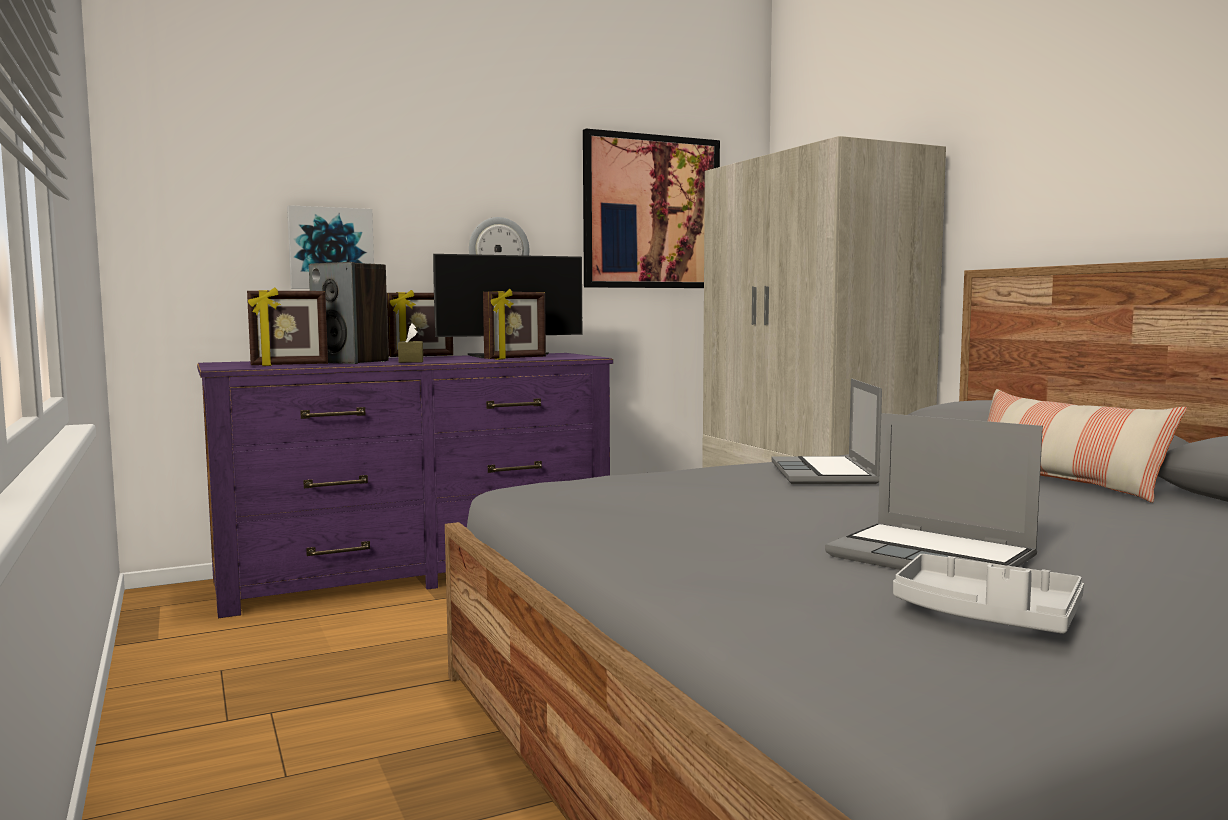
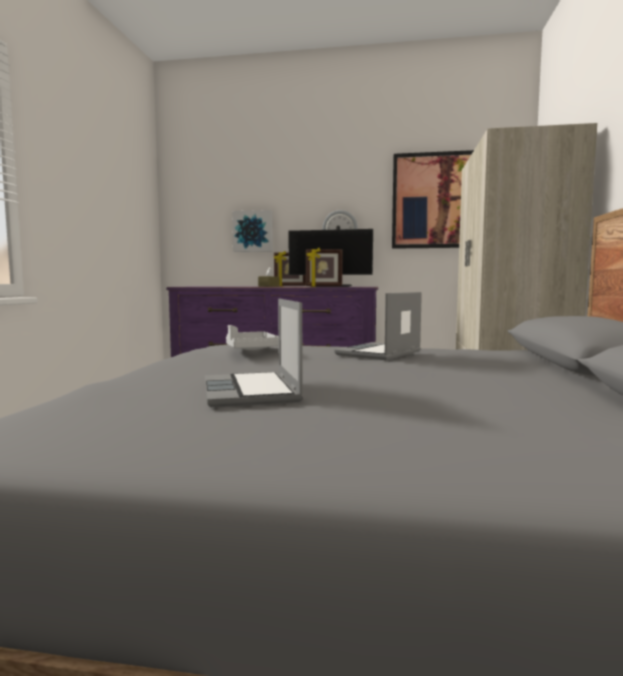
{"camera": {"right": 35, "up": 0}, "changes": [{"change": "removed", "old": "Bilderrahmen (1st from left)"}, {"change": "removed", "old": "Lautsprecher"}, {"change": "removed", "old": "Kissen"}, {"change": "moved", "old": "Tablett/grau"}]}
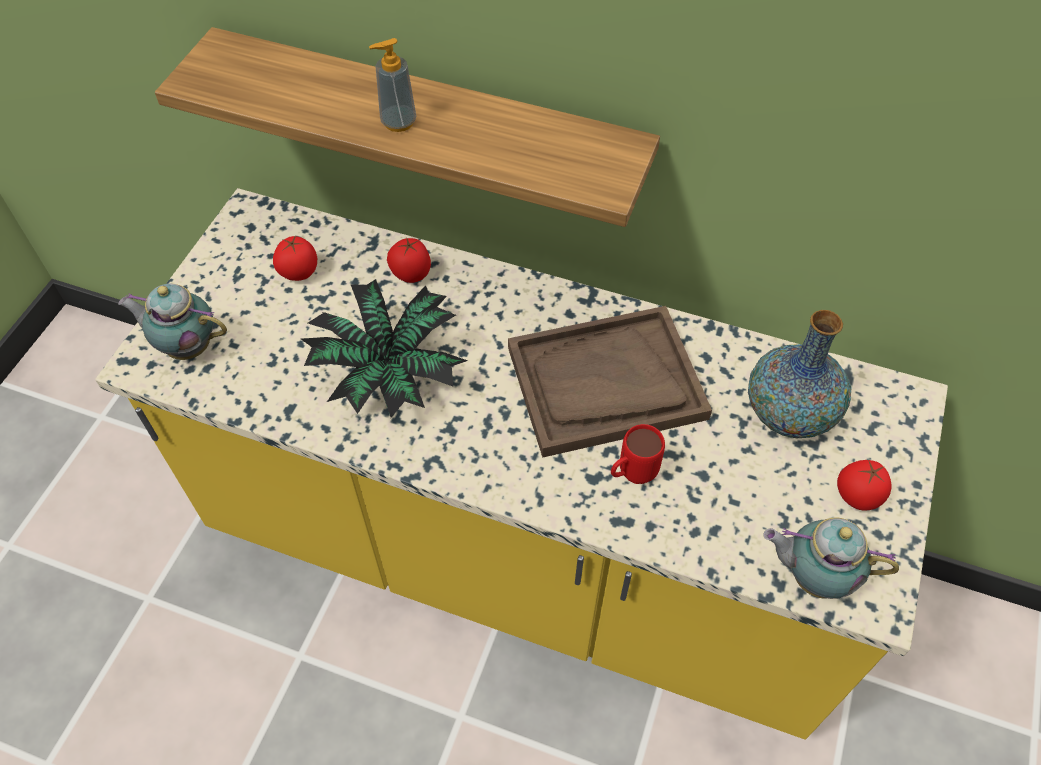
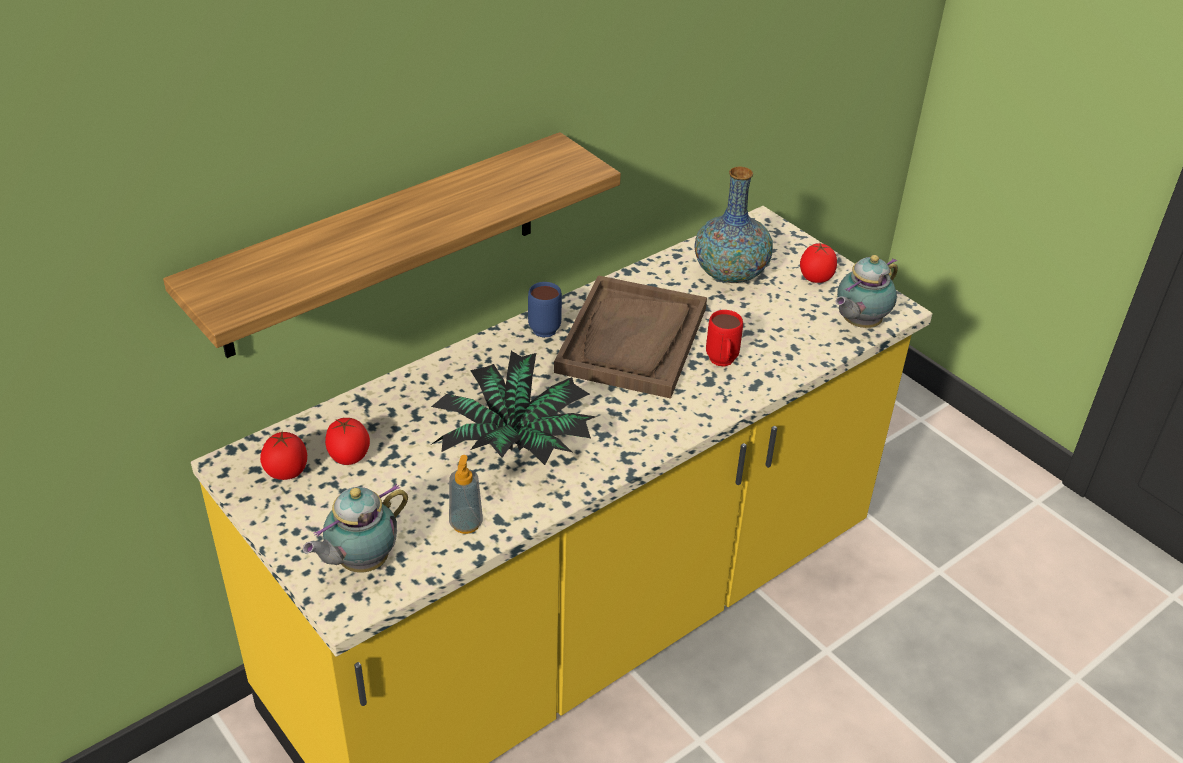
{"camera": {"right": -60, "up": -15}, "changes": [{"change": "added", "new": "Henkelbecher/blau"}, {"change": "moved", "old": "Seifenspender"}, {"change": "moved", "old": "Tomate (2nd from left in the first image)", "new": "Tomate (1st from left)"}]}
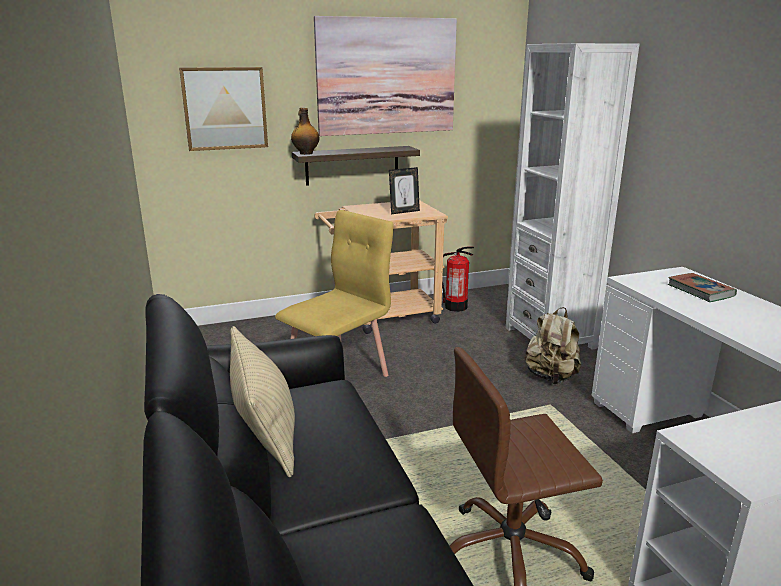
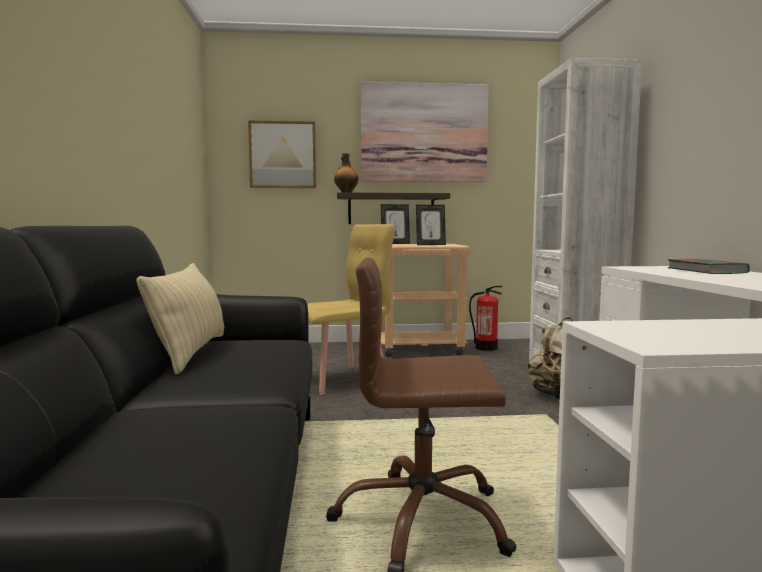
{"camera": {"right": 15, "up": -15}, "changes": [{"change": "added", "new": "Bilderrahmen (1st from left)"}]}
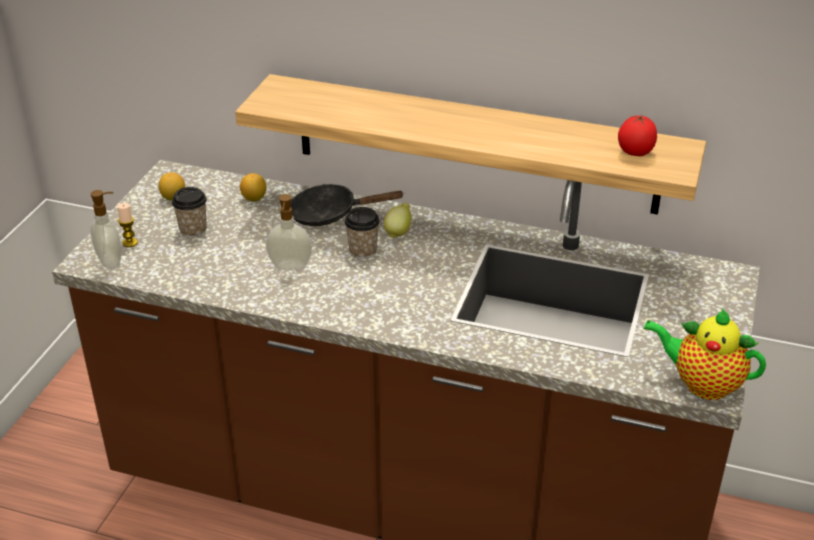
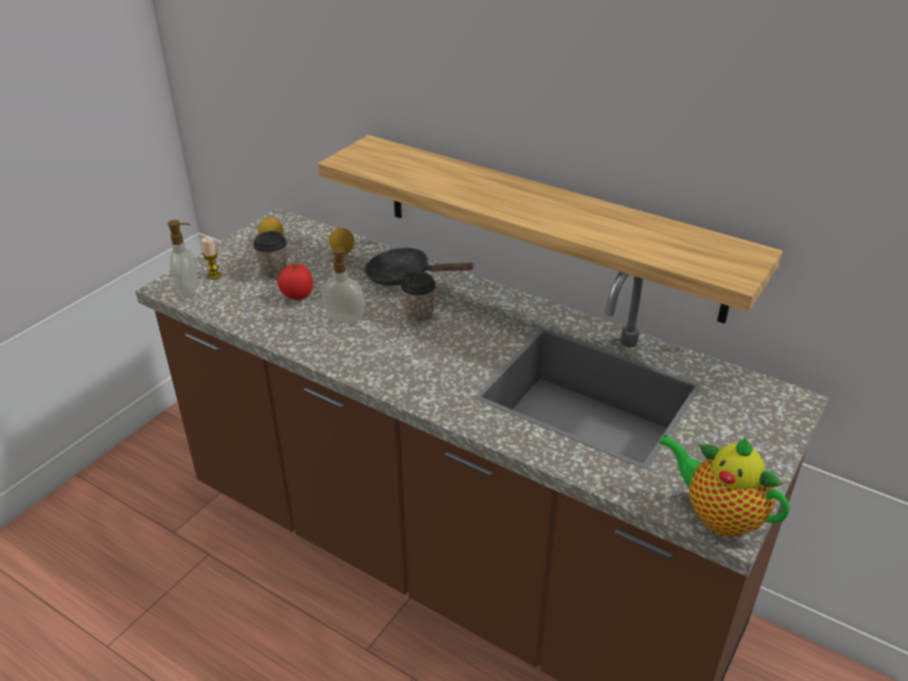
{"camera": {"right": 15, "up": 0}, "changes": [{"change": "removed", "old": "Zitrone (3rd from left)"}, {"change": "moved", "old": "Tomate"}]}
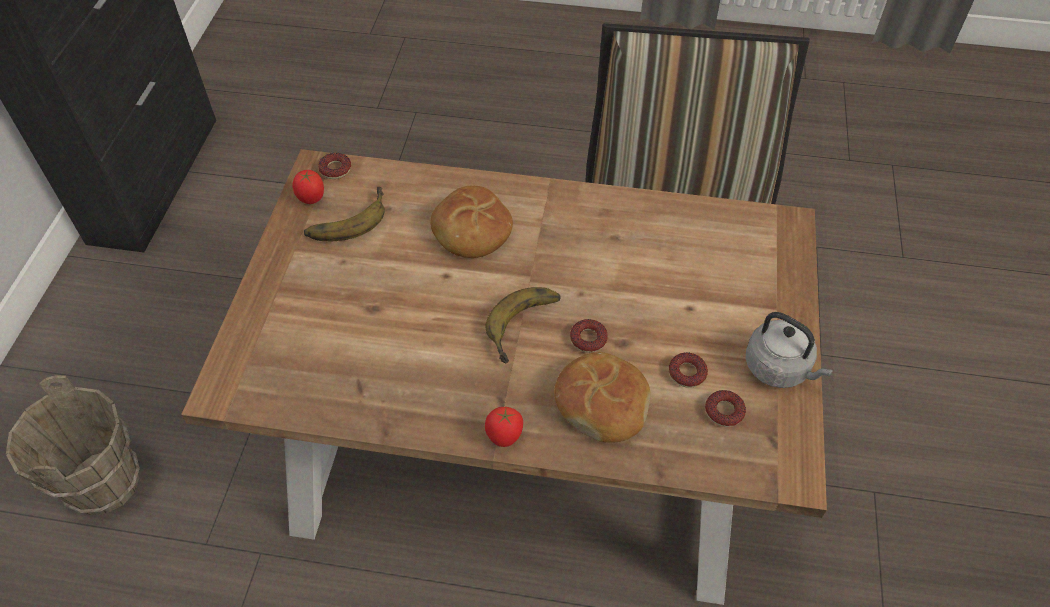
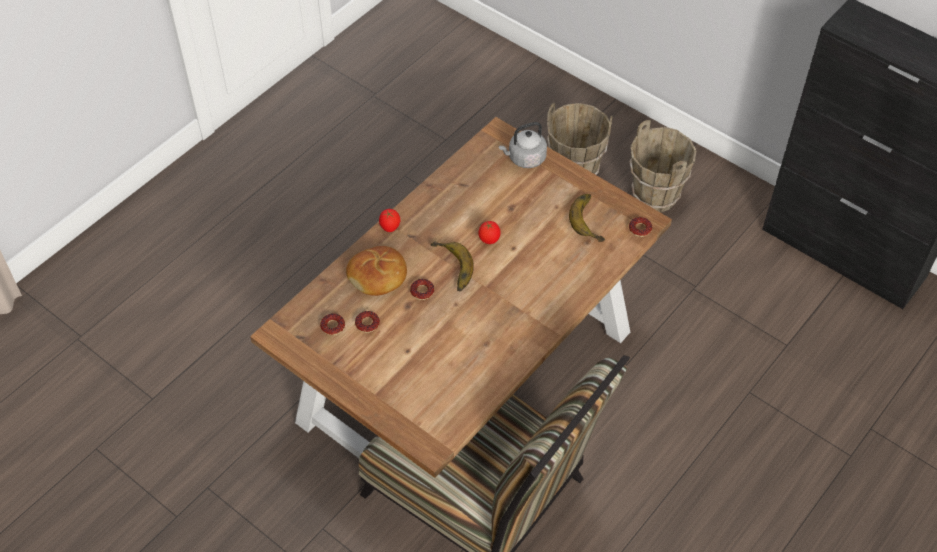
{"camera": {"right": 120, "up": 0}, "changes": [{"change": "removed", "old": "Brot (1st from left)"}, {"change": "added", "new": "Eimer/braun (2nd from left)"}, {"change": "moved", "old": "Tomate (1st from left in the first image)", "new": "Tomate (2nd from left)"}, {"change": "moved", "old": "Wasserkessel/grau"}]}
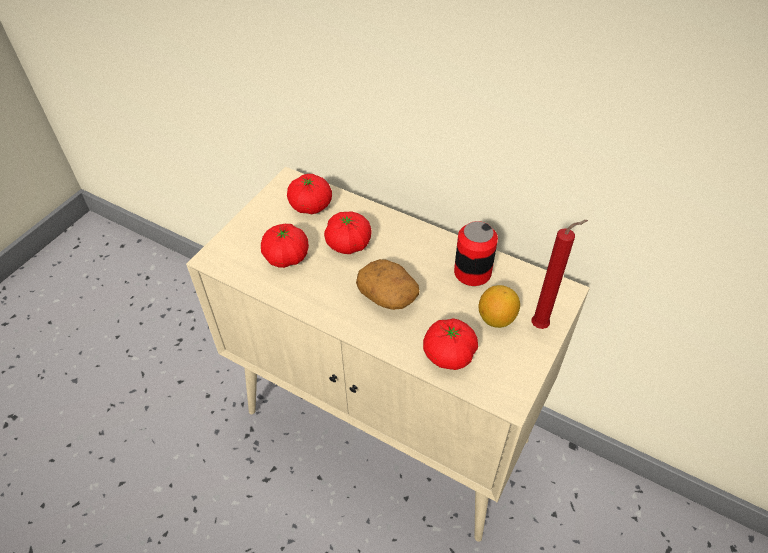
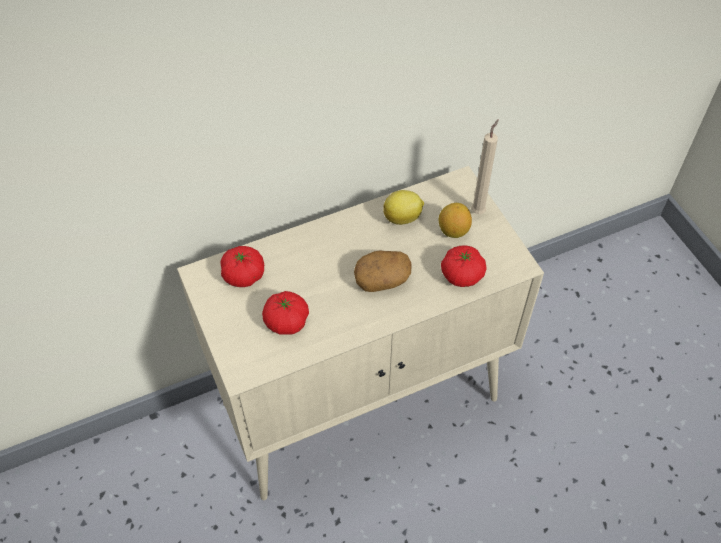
{"camera": {"right": -55, "up": 5}, "changes": [{"change": "removed", "old": "Tomate (3rd from left)"}, {"change": "replaced", "old": "Dose", "new": "Zitrone (1st from left)"}, {"change": "recoloured", "old": "Kerze/rot", "new": "Kerze/beige"}]}
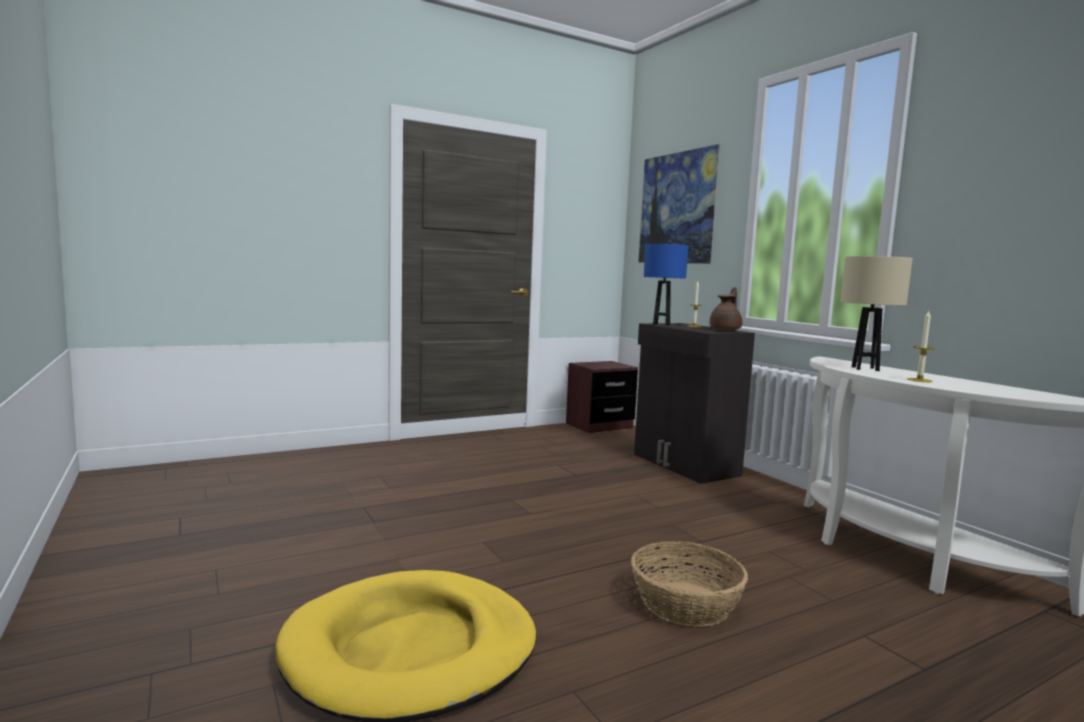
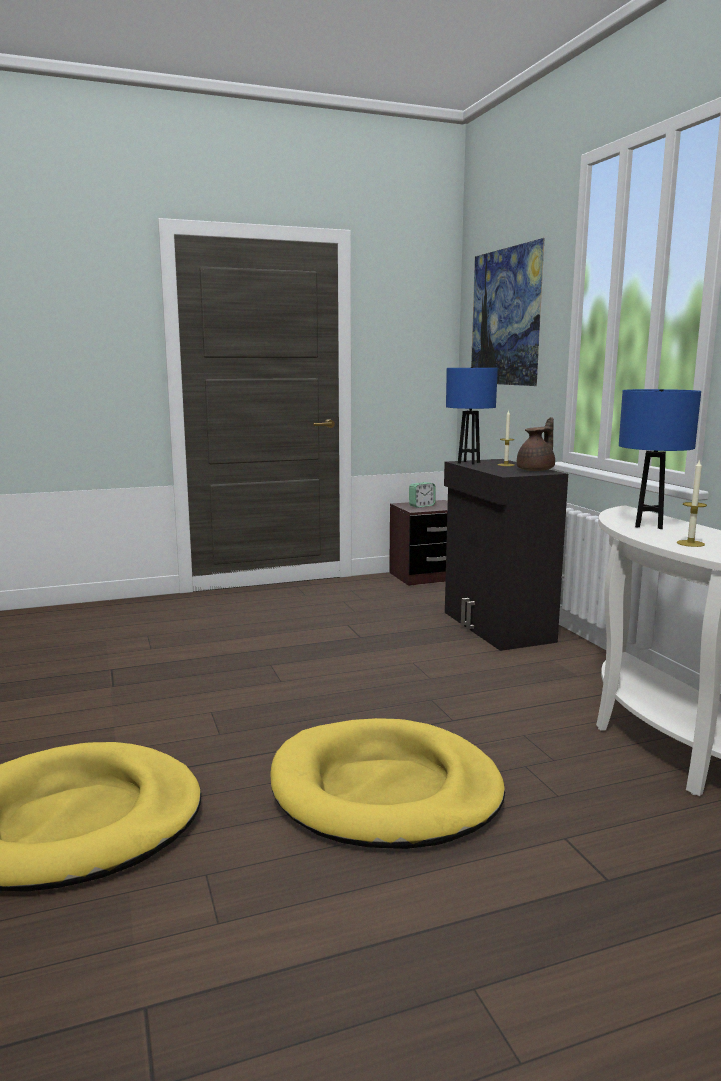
{"camera": {"right": 10, "up": 5}, "changes": [{"change": "added", "new": "Wecker"}, {"change": "replaced", "old": "Korb", "new": "Hundebett/gelb (2nd from left)"}, {"change": "recoloured", "old": "Tischlampe/beige", "new": "Tischlampe/blau (2nd from left)"}]}
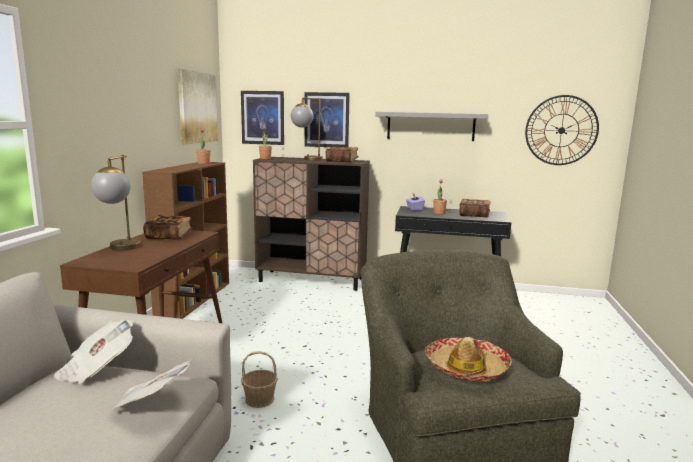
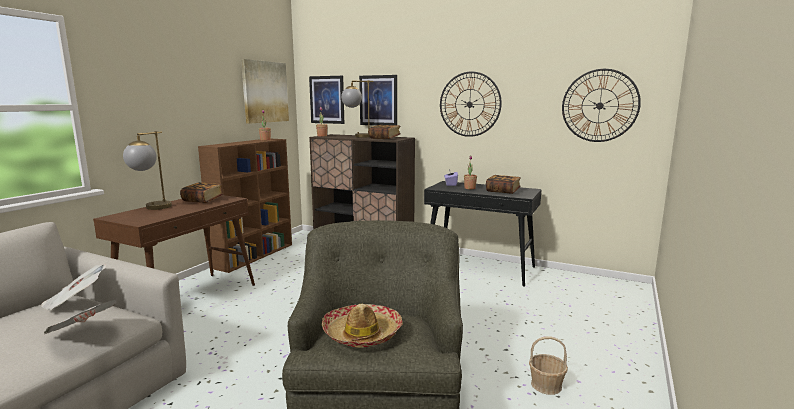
{"camera": {"right": 15, "up": 0}, "changes": [{"change": "moved", "old": "Korb"}, {"change": "replaced", "old": "Wandregal/grau", "new": "Wanduhr (1st from left)"}]}
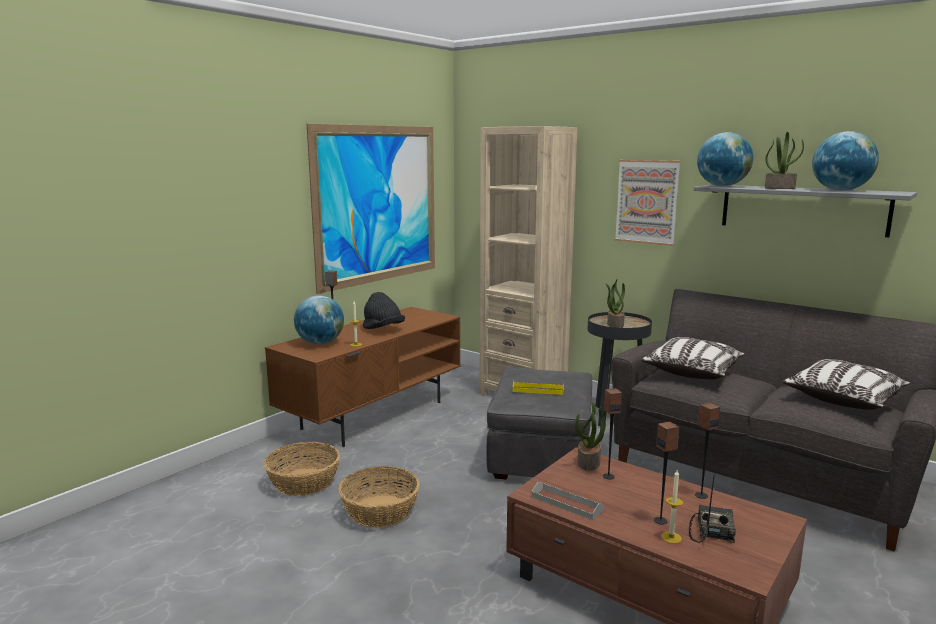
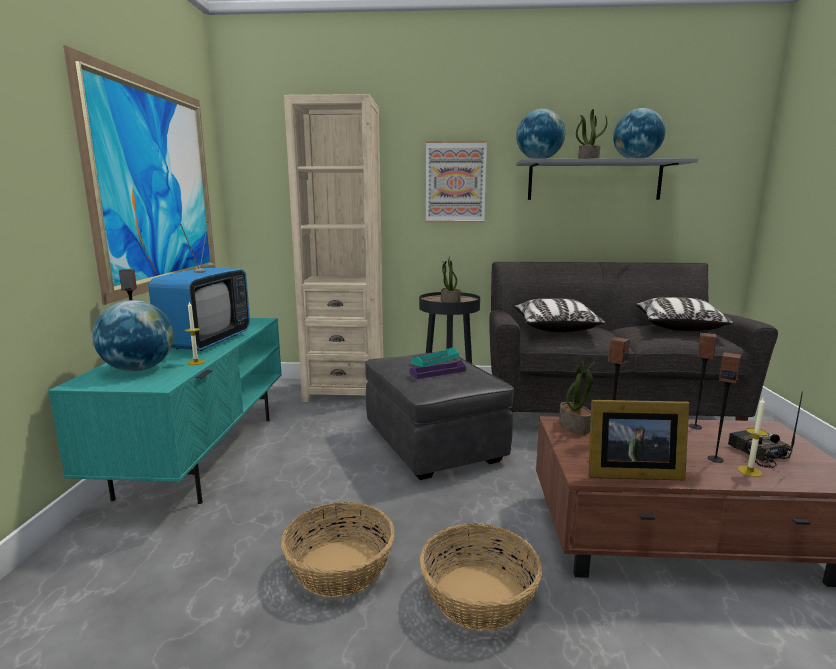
{"camera": {"right": -35, "up": 0}, "changes": [{"change": "added", "new": "Tablett/türkis"}, {"change": "moved", "old": "Korb (1st from left in the first image)", "new": "Korb (2nd from left)"}, {"change": "replaced", "old": "Hut/schwarz", "new": "Fernseher"}, {"change": "replaced", "old": "Tablett/grau", "new": "Bilderrahmen"}, {"change": "recoloured", "old": "Fernsehschrank/braun", "new": "Fernsehschrank/türkis"}, {"change": "recoloured", "old": "Tablett/gelb", "new": "Tablett/lila"}]}
